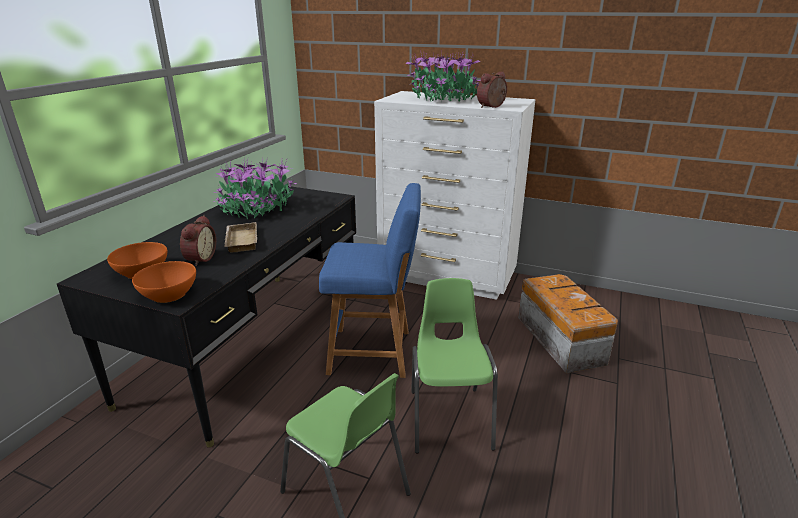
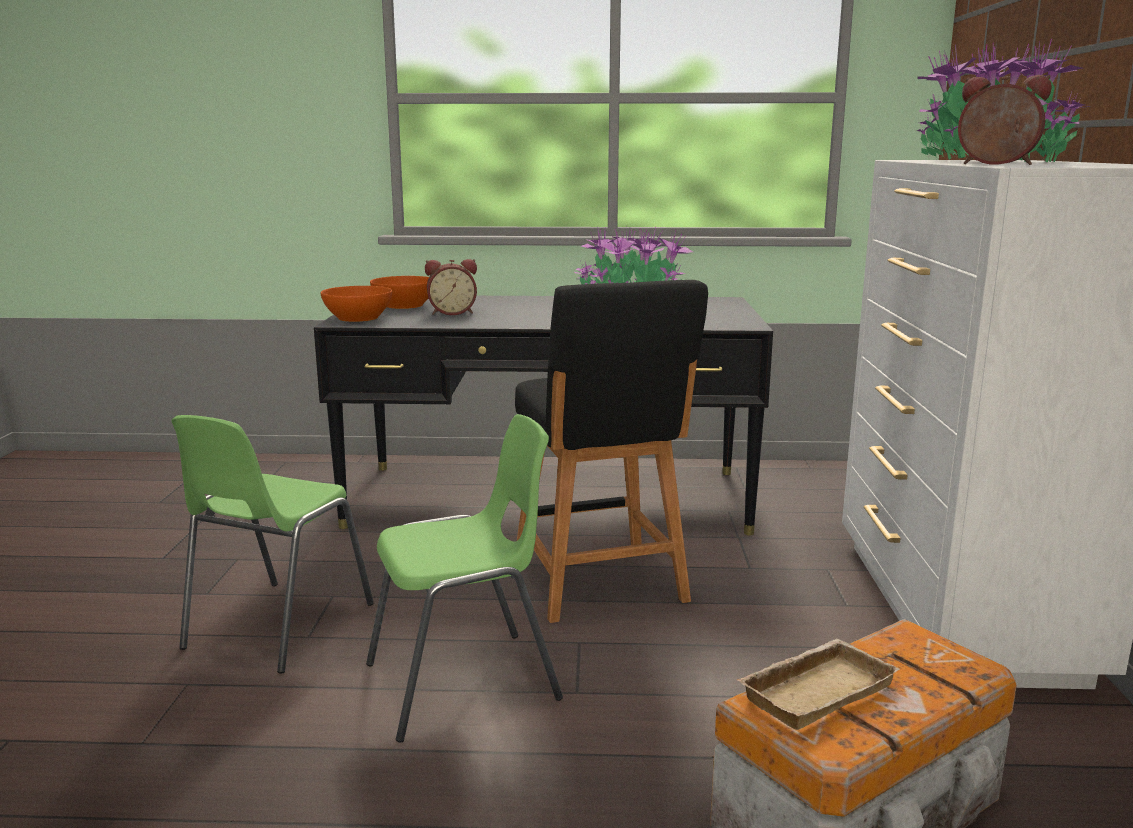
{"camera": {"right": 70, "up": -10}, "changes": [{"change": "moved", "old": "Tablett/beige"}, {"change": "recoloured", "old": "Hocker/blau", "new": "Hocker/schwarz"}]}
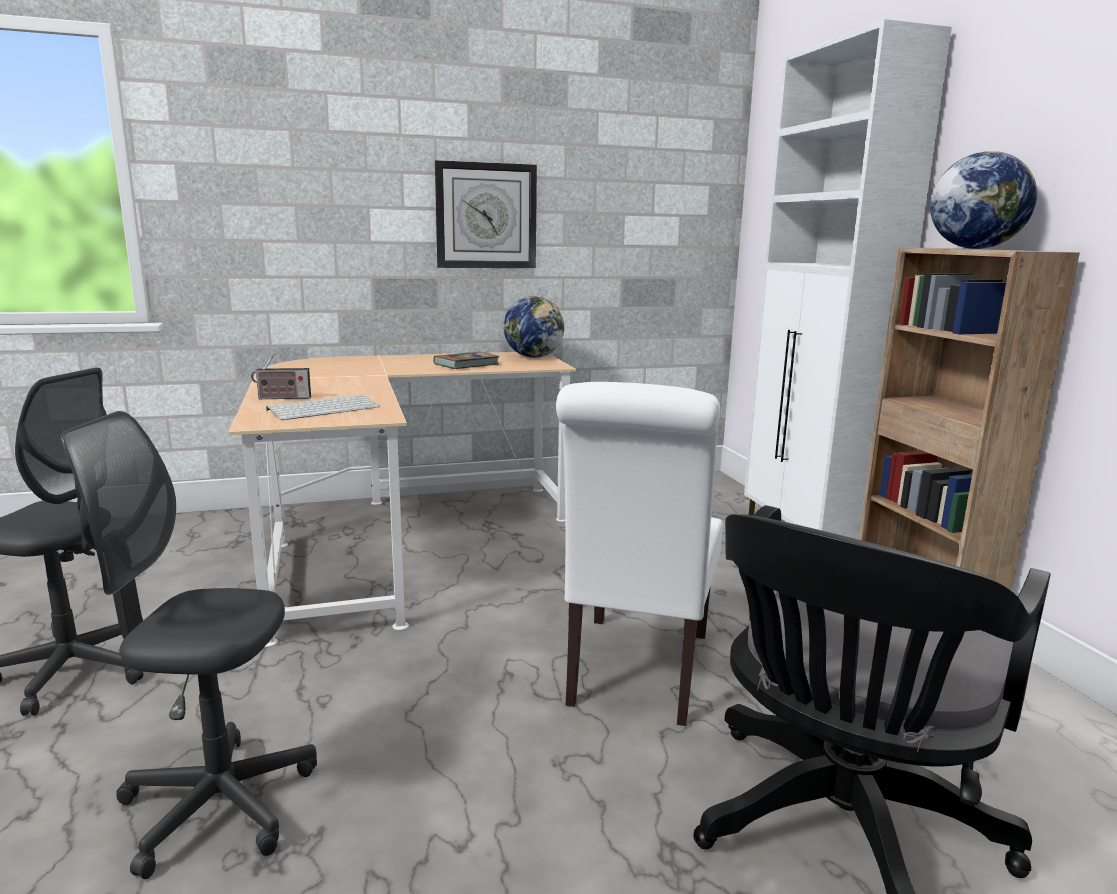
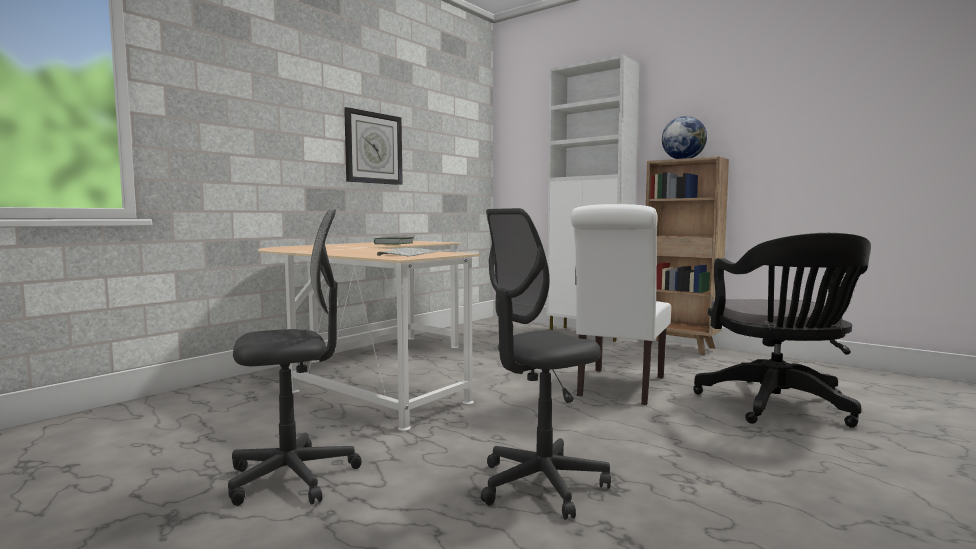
{"camera": {"right": -35, "up": -10}, "changes": [{"change": "removed", "old": "Radio"}, {"change": "removed", "old": "Globus (1st from left)"}, {"change": "turned", "old": "Stuhl/weiß", "degrees": 45}]}
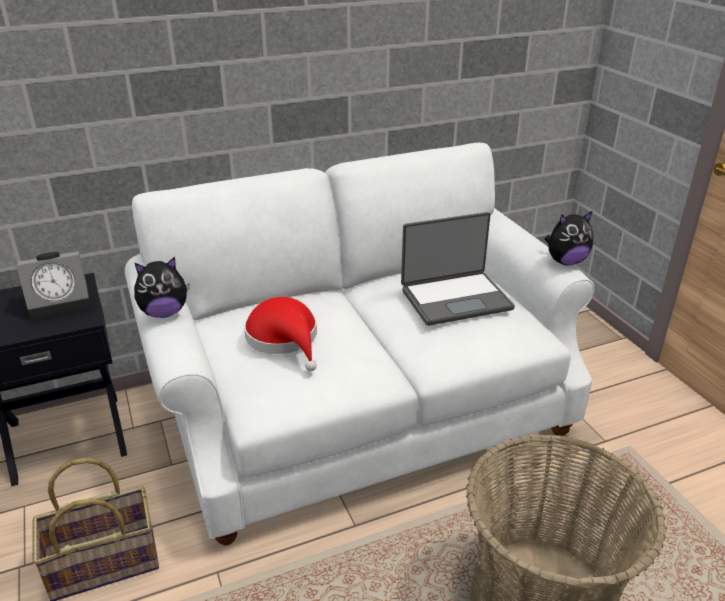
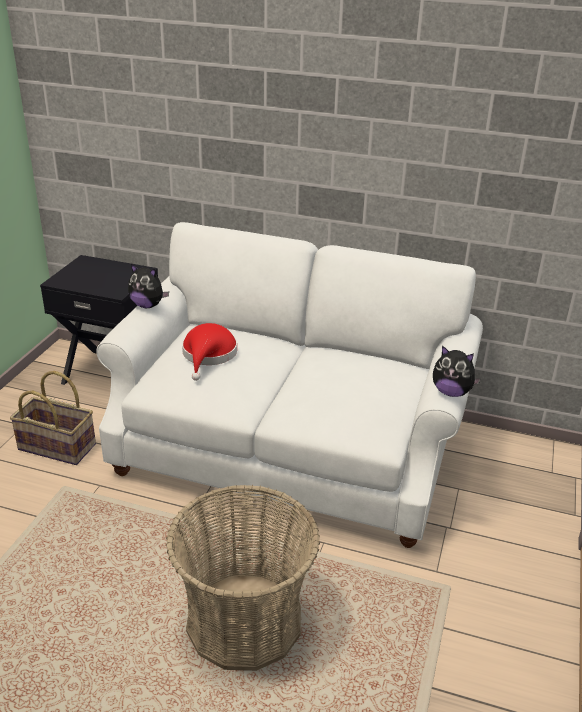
{"camera": {"right": 40, "up": 0}, "changes": [{"change": "removed", "old": "Wecker"}, {"change": "removed", "old": "Laptop"}]}
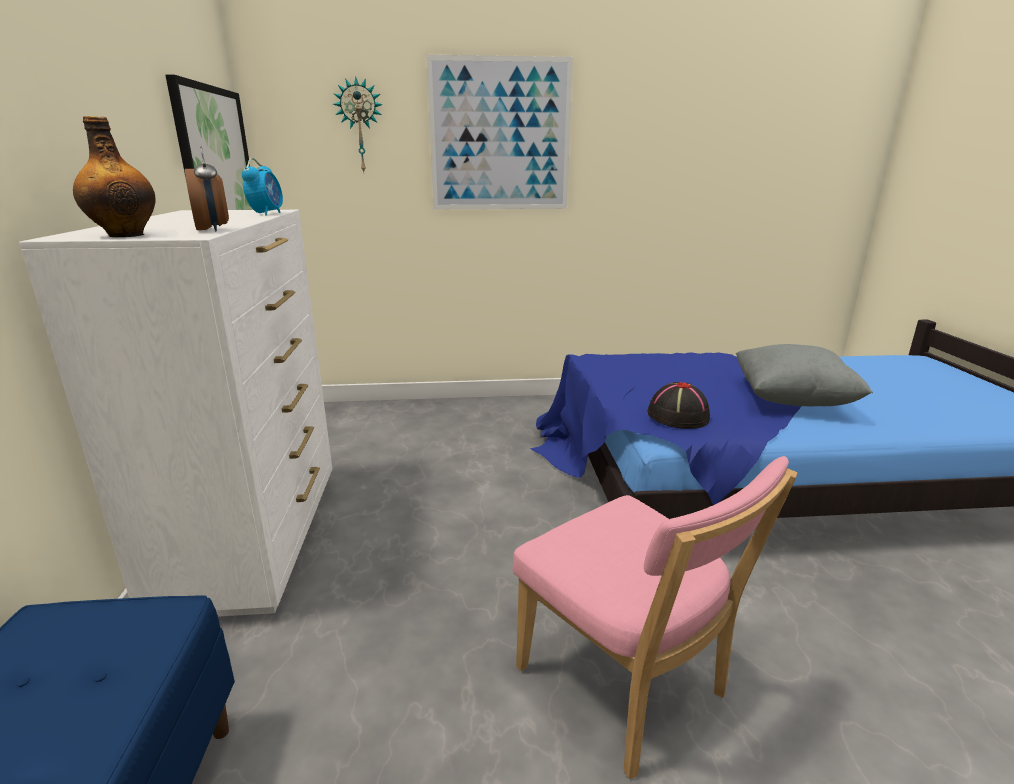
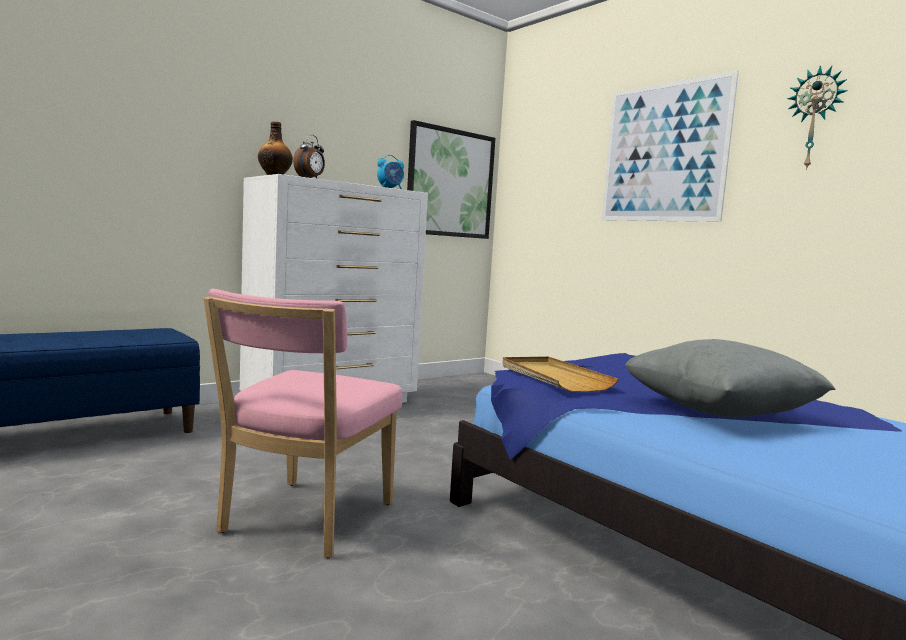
{"camera": {"right": 55, "up": -15}, "changes": [{"change": "moved", "old": "Wanduhr"}, {"change": "replaced", "old": "Hut/schwarz", "new": "Tablett/beige"}]}
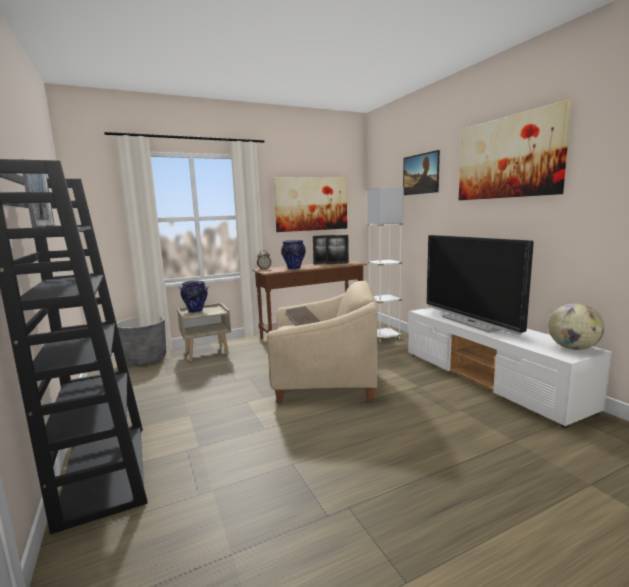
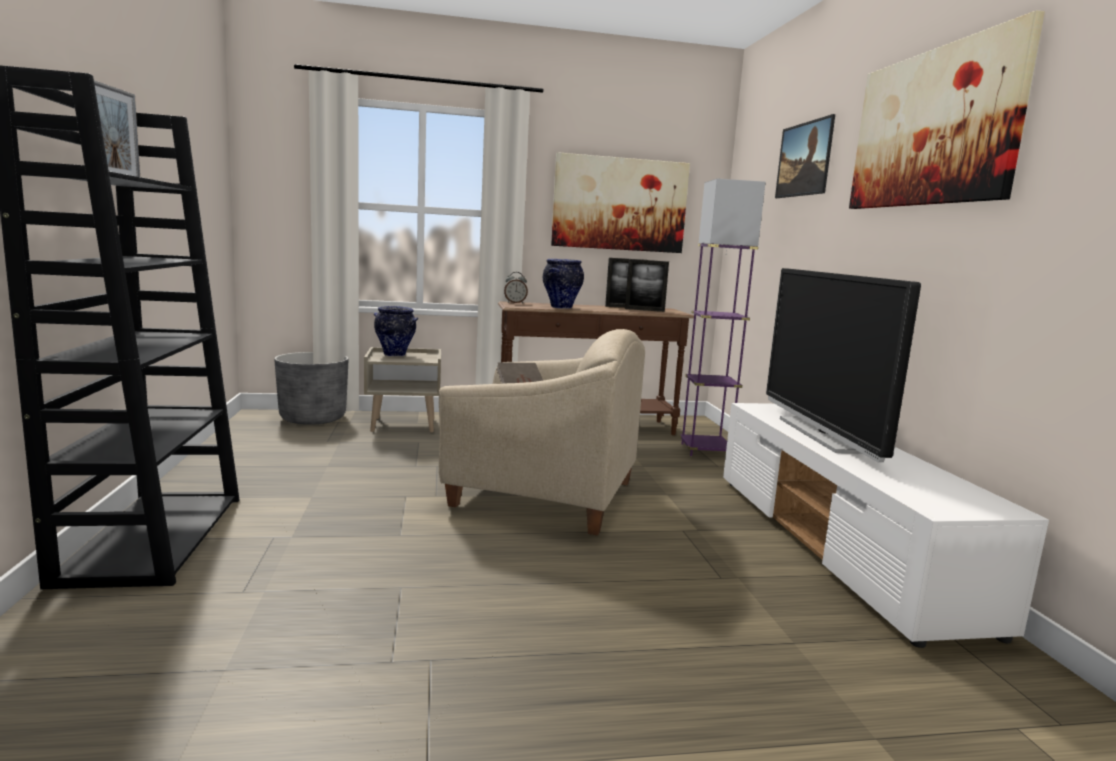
{"camera": {"right": 15, "up": 0}, "changes": [{"change": "removed", "old": "Globus"}, {"change": "recoloured", "old": "Stehlampe/weiß", "new": "Stehlampe/lila"}]}
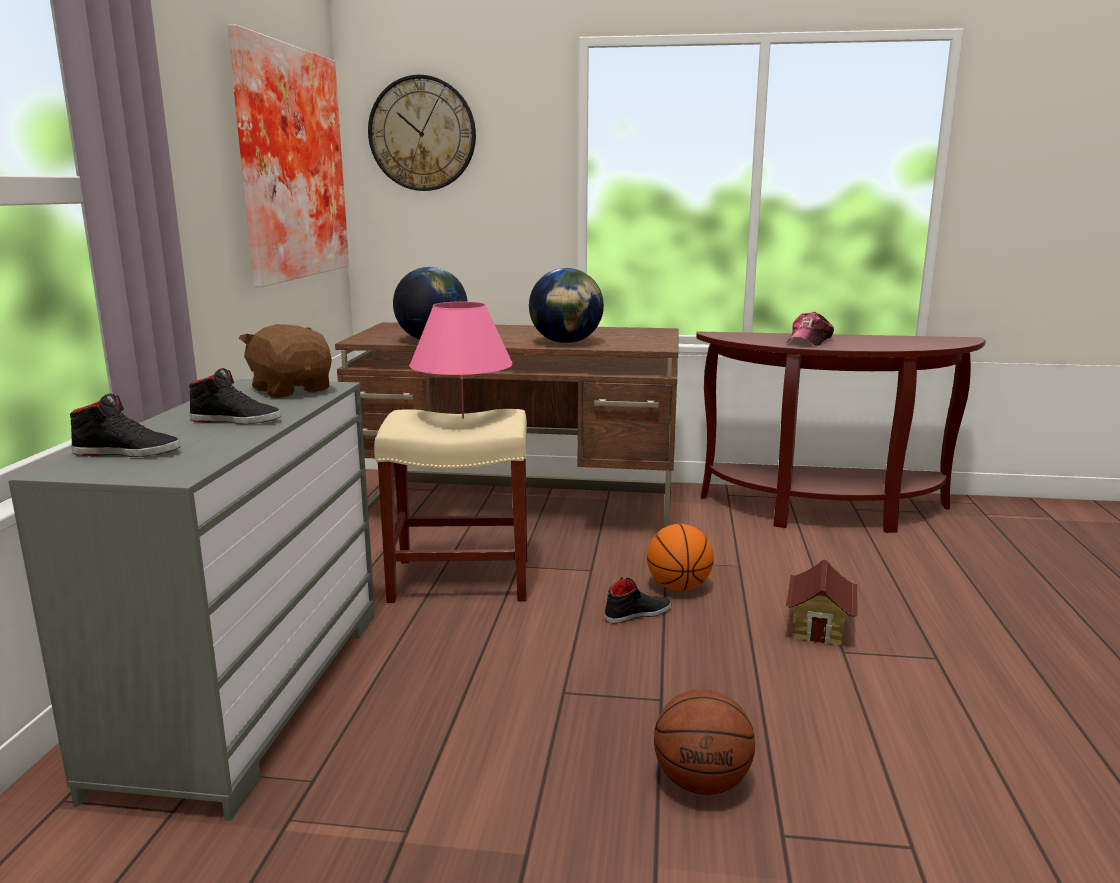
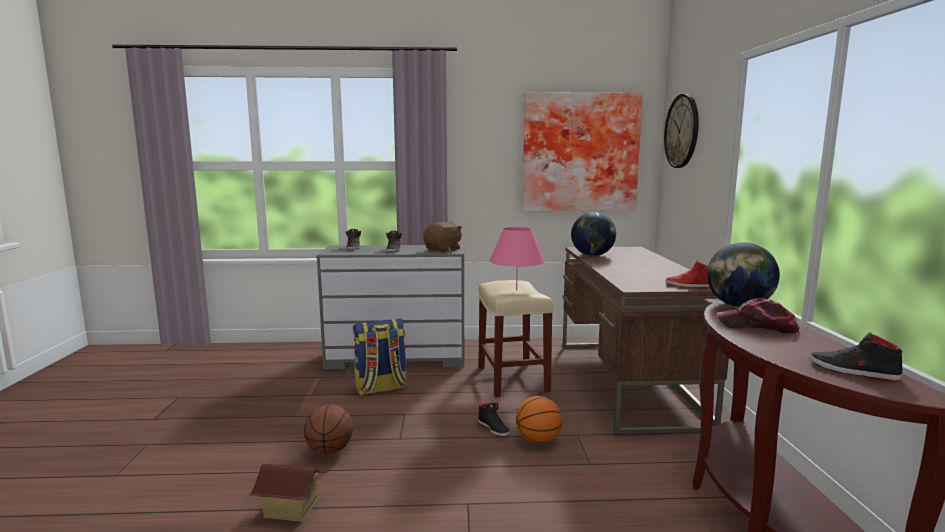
{"camera": {"right": 80, "up": -5}, "changes": [{"change": "added", "new": "Rucksack"}, {"change": "added", "new": "Schuh/rot"}, {"change": "added", "new": "Schuh/schwarz (4th from left)"}, {"change": "moved", "old": "Globus (2nd from left)"}, {"change": "moved", "old": "Spielzeughaus"}]}
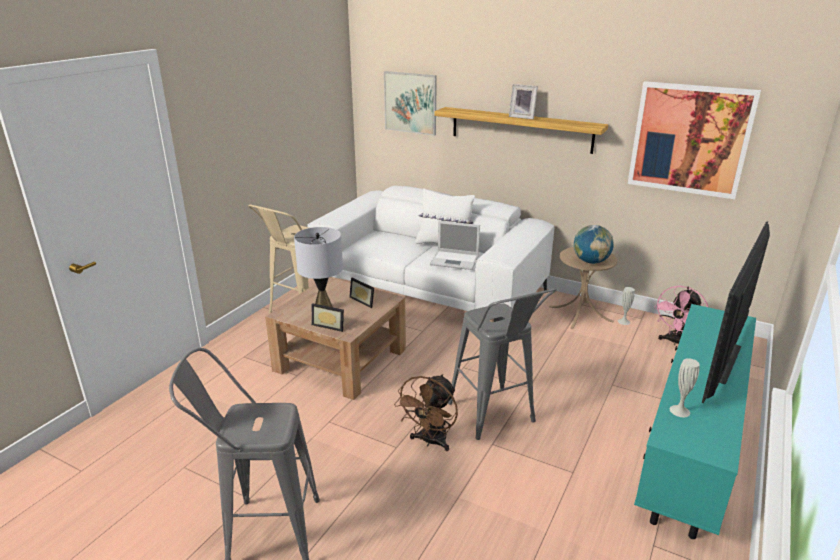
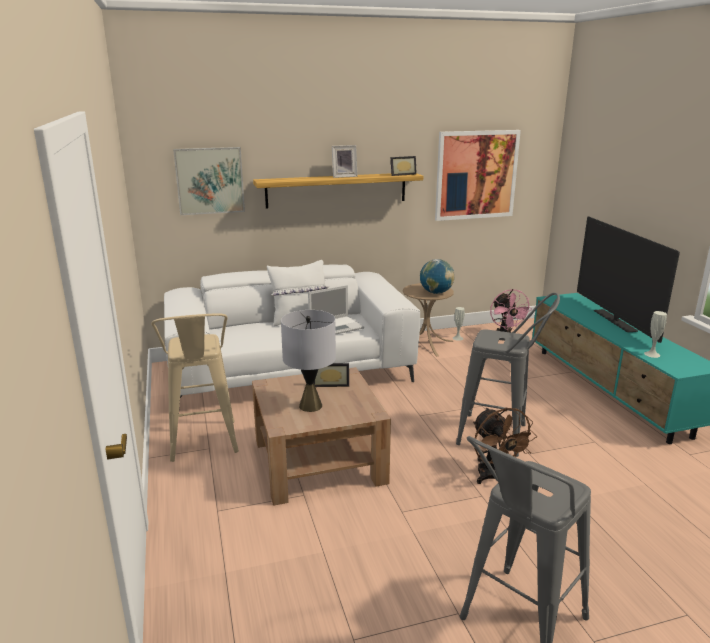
{"camera": {"right": -45, "up": -5}, "changes": [{"change": "moved", "old": "Bilderrahmen (1st from left in the first image)", "new": "Bilderrahmen (3rd from left)"}]}
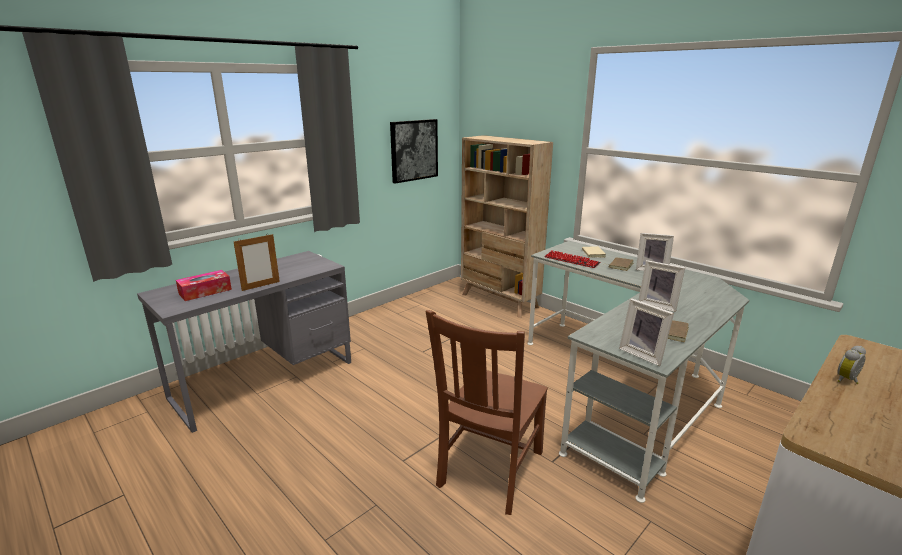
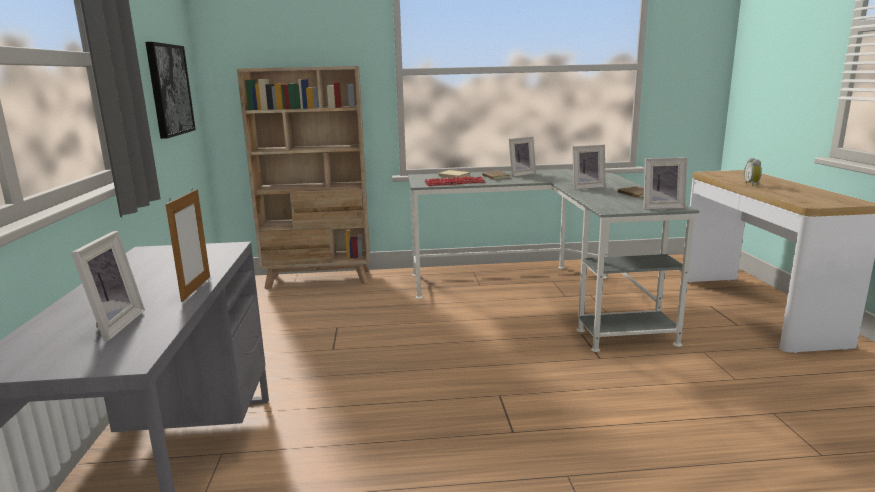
{"camera": {"right": -50, "up": -5}, "changes": [{"change": "removed", "old": "Stuhl/braun"}, {"change": "replaced", "old": "Taschentuchbox", "new": "Bilderrahmen (1st from left)"}]}
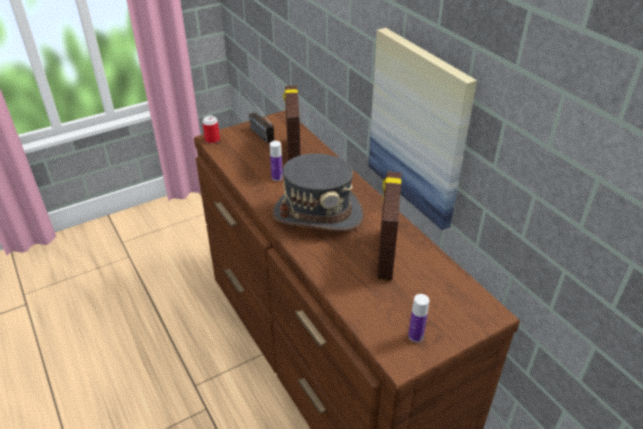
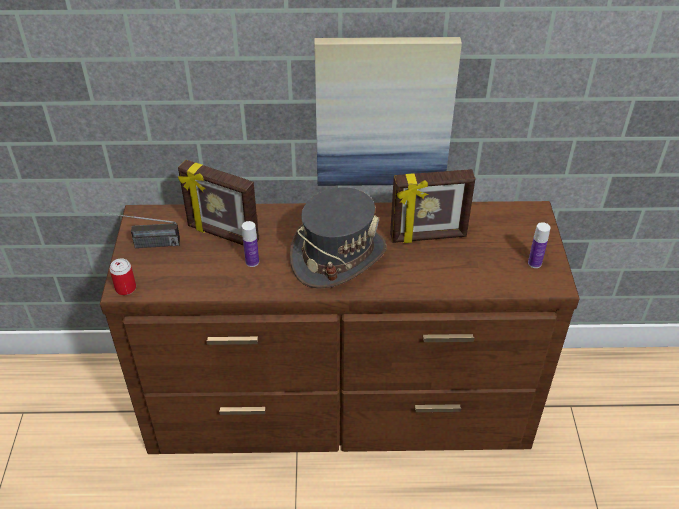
{"camera": {"right": -60, "up": 5}, "changes": [{"change": "turned", "old": "Bilderrahmen (2nd from left)", "degrees": -45}]}
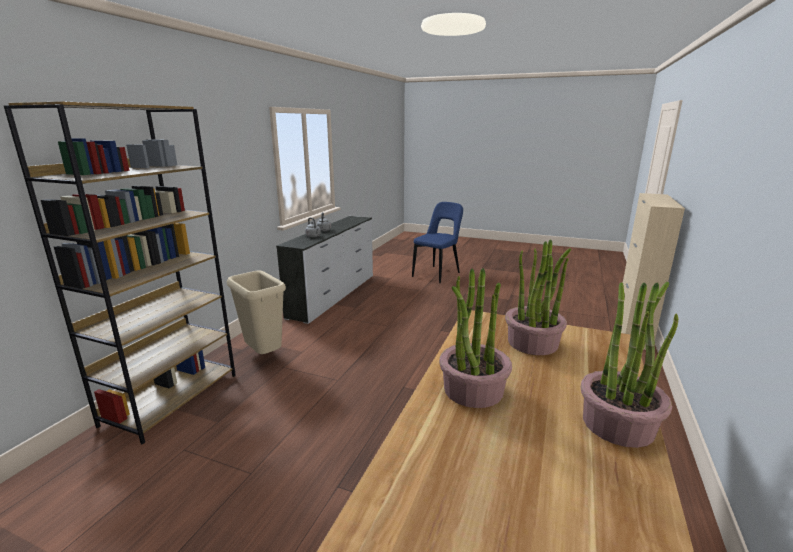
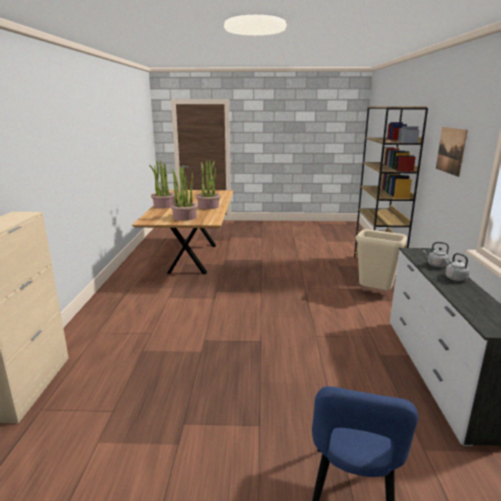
{"camera": {"right": 160, "up": 0}, "changes": [{"change": "added", "new": "Bild"}]}
